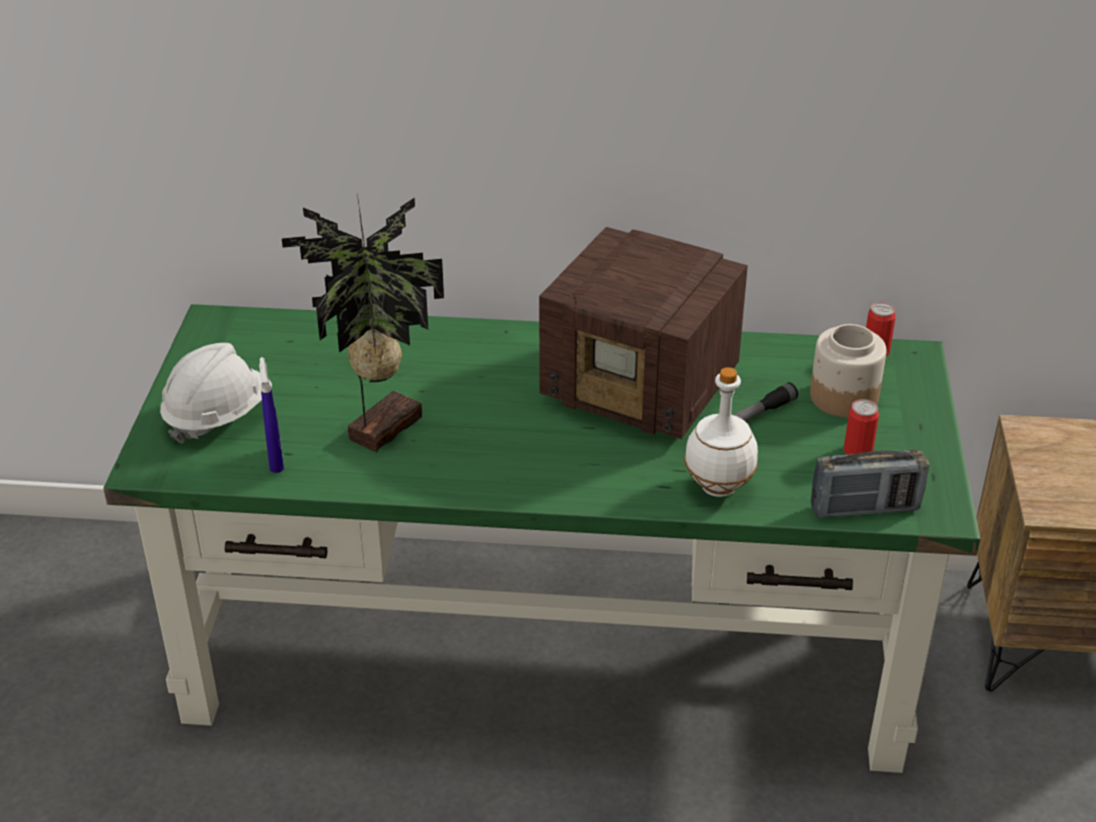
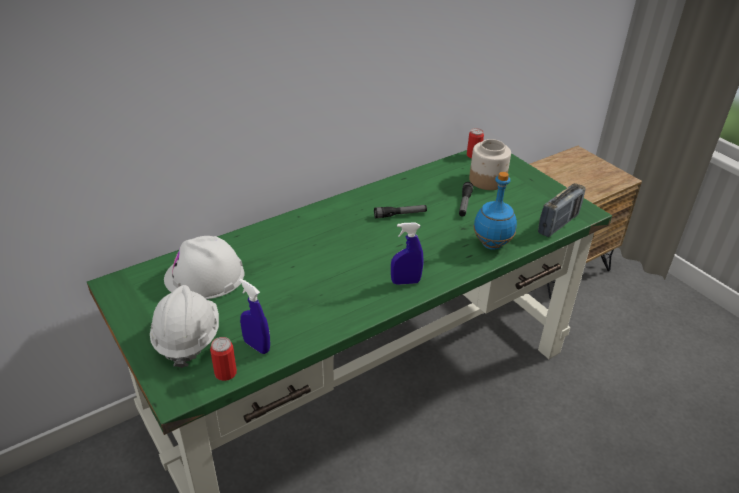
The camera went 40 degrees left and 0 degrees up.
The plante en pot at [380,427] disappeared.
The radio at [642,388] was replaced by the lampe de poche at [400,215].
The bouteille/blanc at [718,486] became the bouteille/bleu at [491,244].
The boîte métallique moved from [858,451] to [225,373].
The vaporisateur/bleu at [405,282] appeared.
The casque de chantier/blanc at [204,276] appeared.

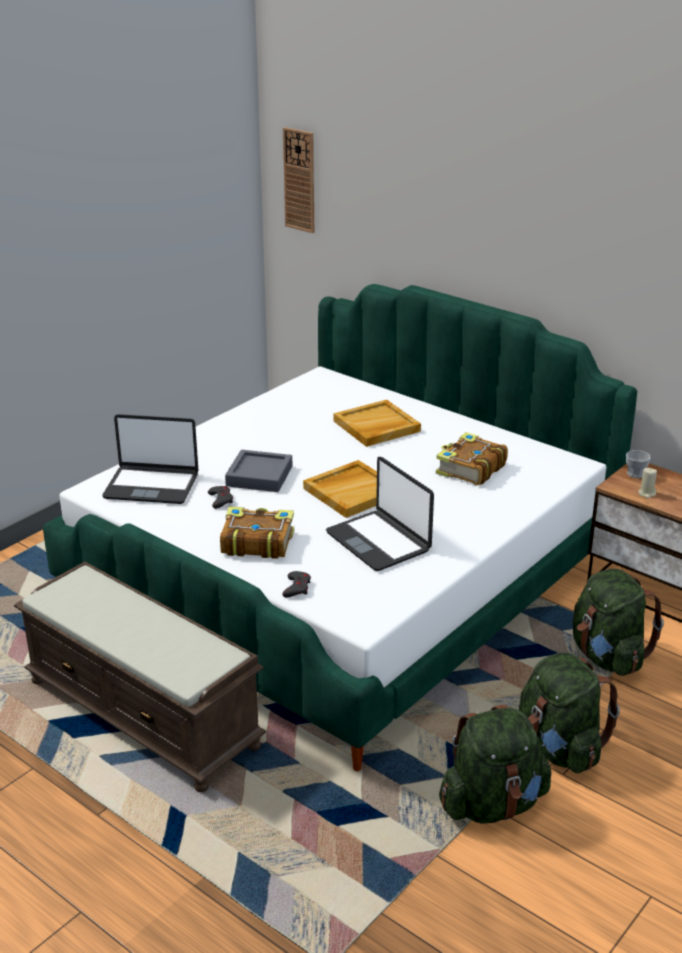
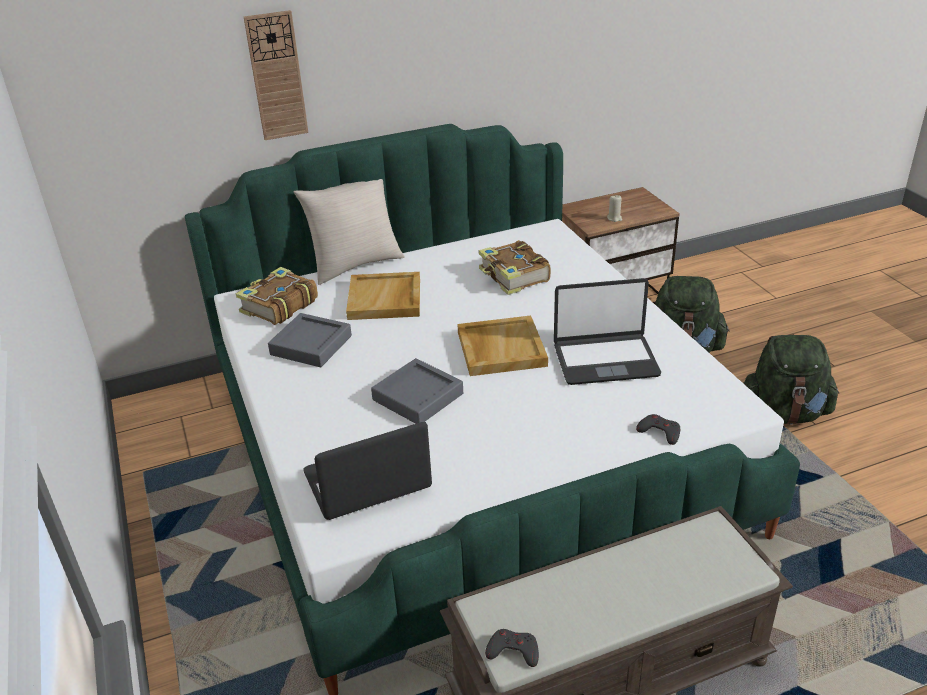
The camera went 60 degrees left and 5 degrees up.
The horloge murale moved from [299,180] to [277,76].
The ordinateur portable at [152,486] turned 150 degrees counterclockwise.
The tasse at [635,474] disappeared.
The manette/gris moved from [220,499] to [513,651].
The livre moved from [256,542] to [278,306].
The sac à dos/vert at [492,804] disappeared.
The coussin/beige at [355,265] appeared.
The plateau/gris at [311,345] appeared.

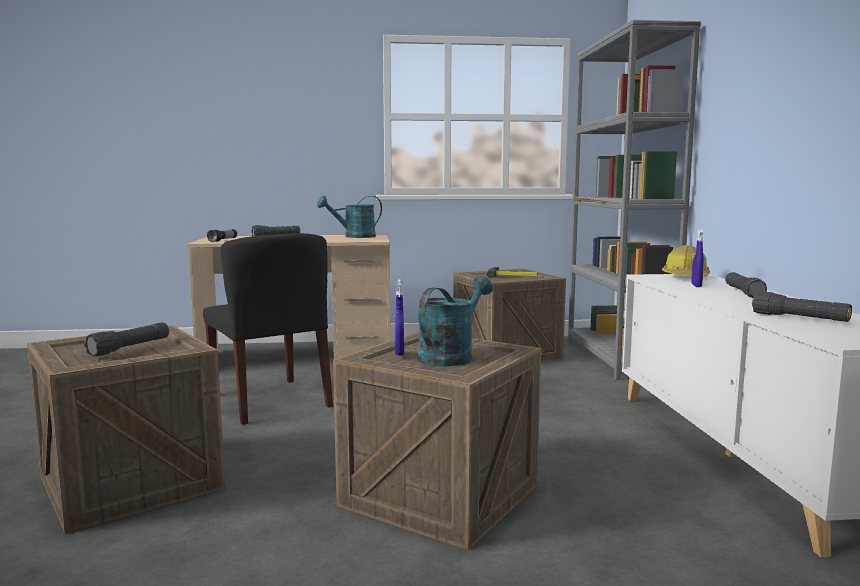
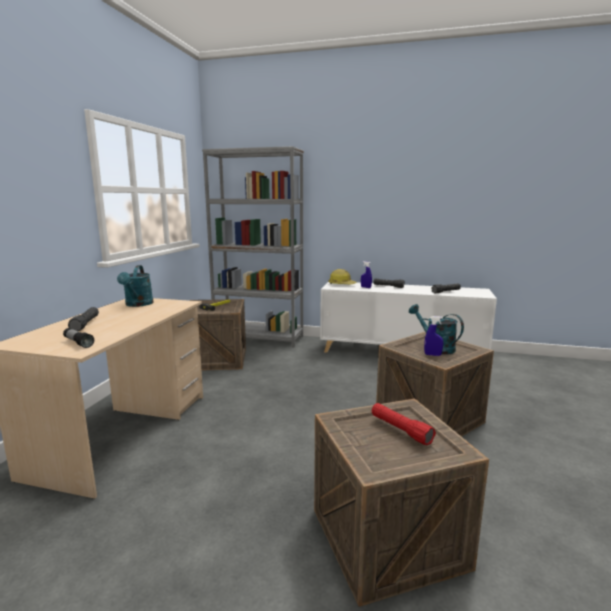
The camera went 70 degrees left and 5 degrees up.
The chaise/noir at [270,400] disappeared.
The lampe de poche/noir at [130,348] became the lampe de poche/rouge at [400,430].

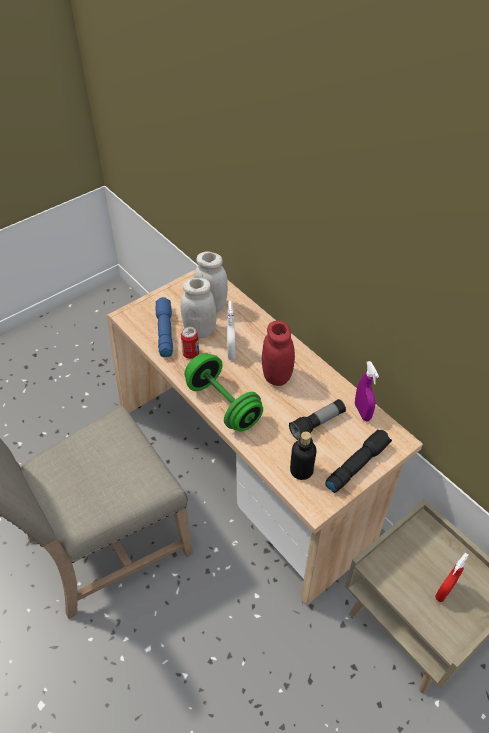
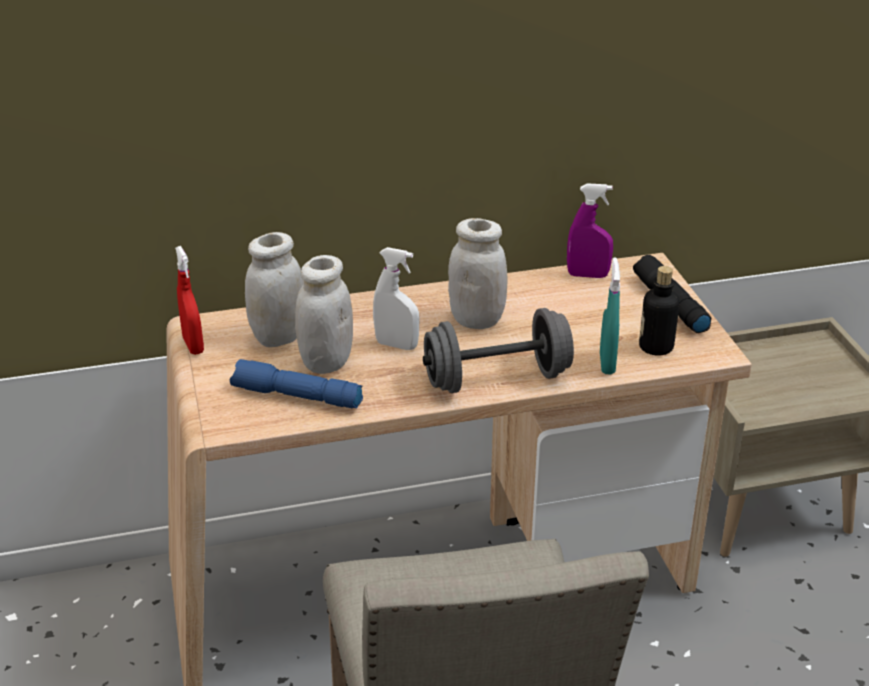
The camera went 65 degrees left and 15 degrees down.
The bocal/rouge at [276,376] became the bocal/blanc at [476,320].
The boîte métallique at [191,353] disappeared.
The haltère/vert at [223,404] became the haltère/gris at [497,379].
The lampe de poche at [317,424] disappeared.
The vaporisateur/rouge moved from [444,591] to [193,345].
The vaporisateur/turquoise at [607,363] appeared.

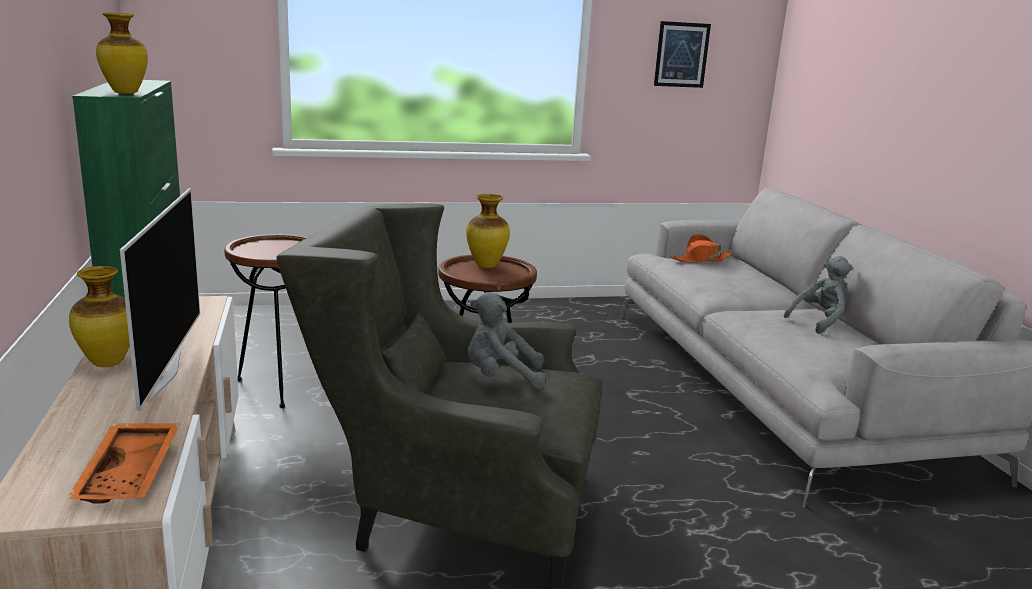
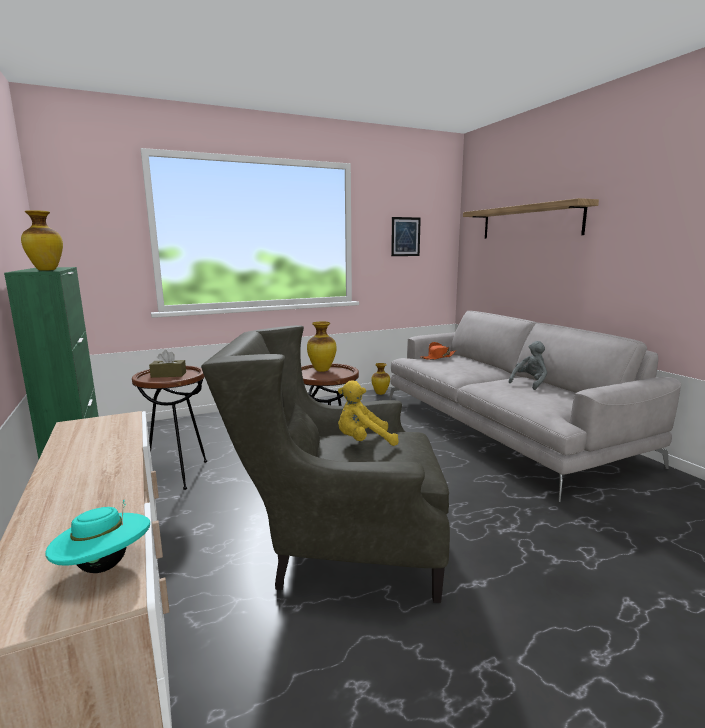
The camera went 10 degrees left and 5 degrees down.
The téléviseur at [163,375] disappeared.
The vase moved from [108,363] to [381,393].
The peluche/gris at [501,378] became the peluche/jaune at [363,442].
The plateau/orange at [131,474] was replaced by the chapeau/turquoise at [105,566].
The étagère at [529,222] appeared.
The boîte à mouchoirs/marron at [168,375] appeared.

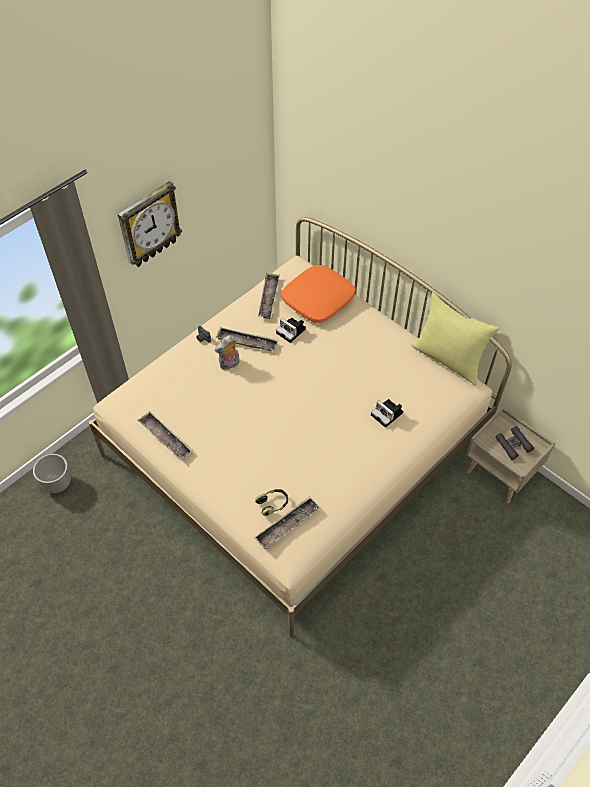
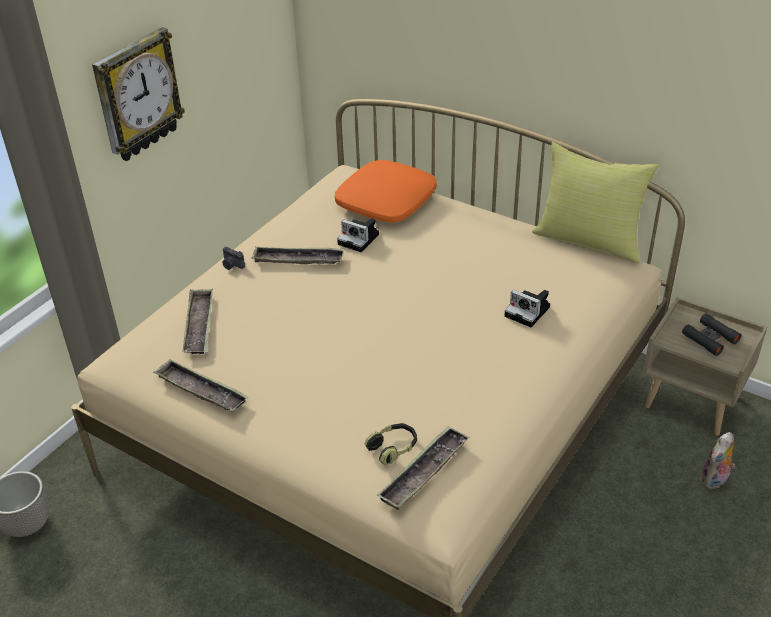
The camera went 10 degrees left and 15 degrees down.
The plateau moved from [269,298] to [199,325].
The peluche moved from [229,365] to [715,481].

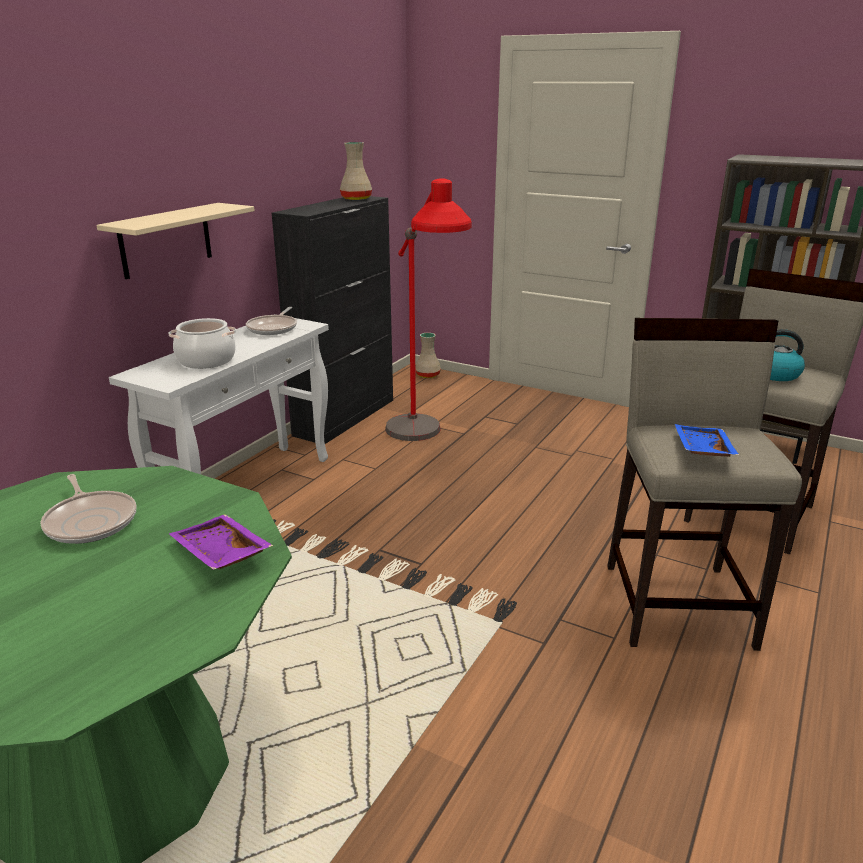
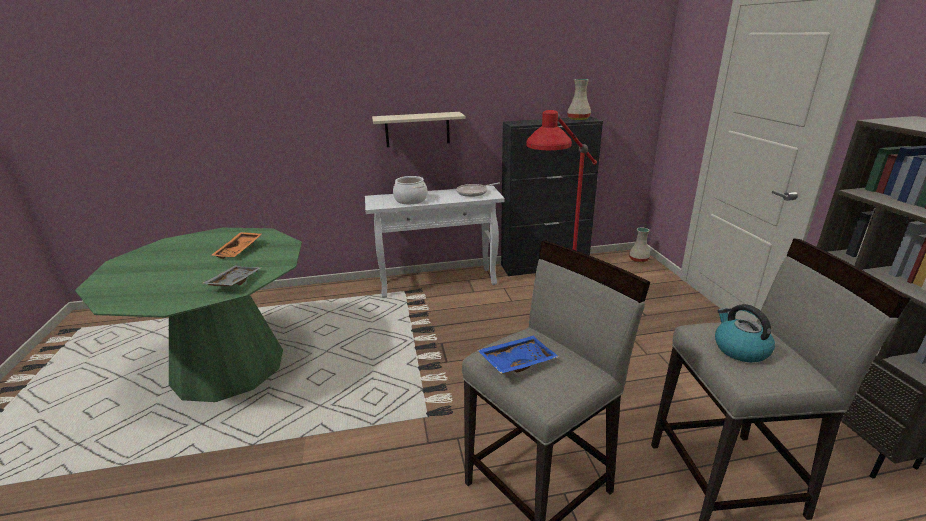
The camera went 50 degrees right and 0 degrees up.
The poêle at [91,521] was replaced by the plateau/orange at [240,250].
The plateau/violet at [219,554] became the plateau/gris at [234,282].

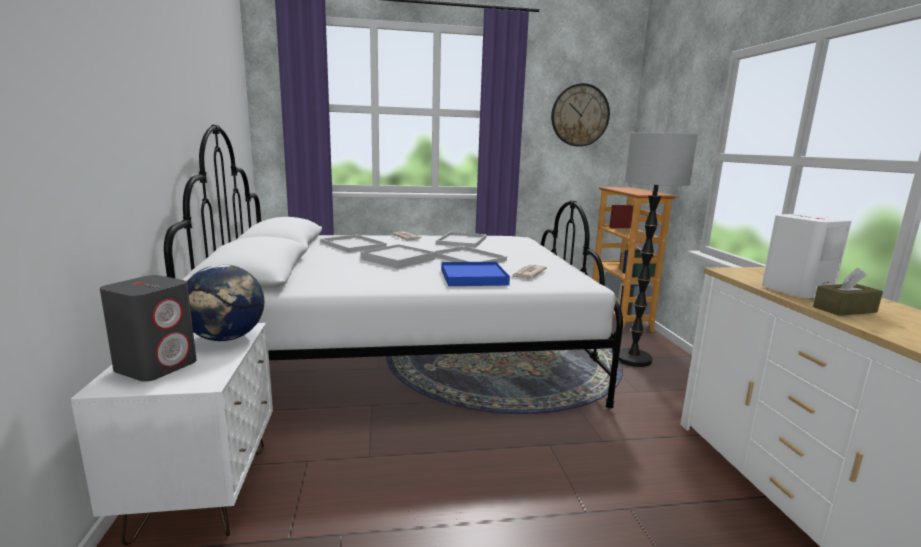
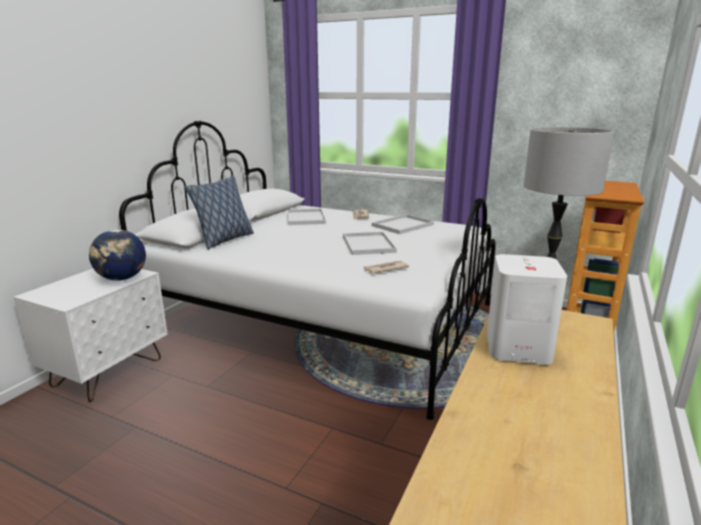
The camera went 35 degrees right and 5 degrees up.
The horloge murale at [580,115] disappeared.
The plateau/blanc at [398,259] disappeared.
The plateau/bleu at [473,277] disappeared.
The boîte à mouchoirs/marron at [844,309] disappeared.
The enceinte/gris at [157,366] disappeared.
The coussin at [224,240] appeared.

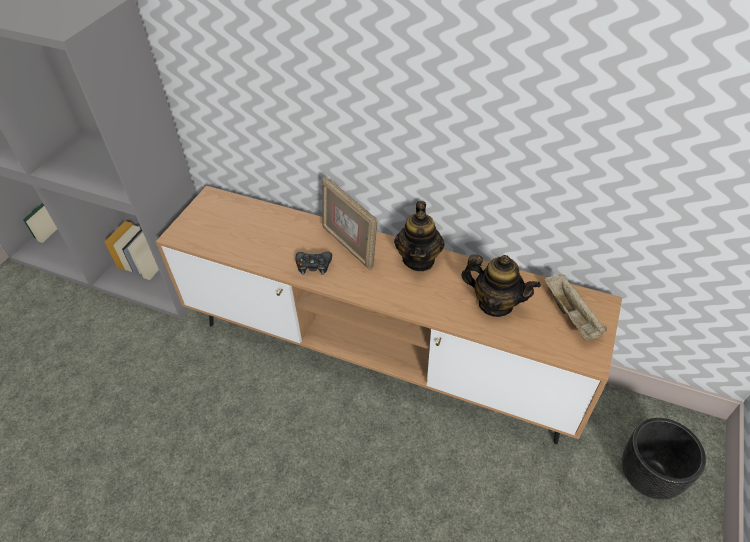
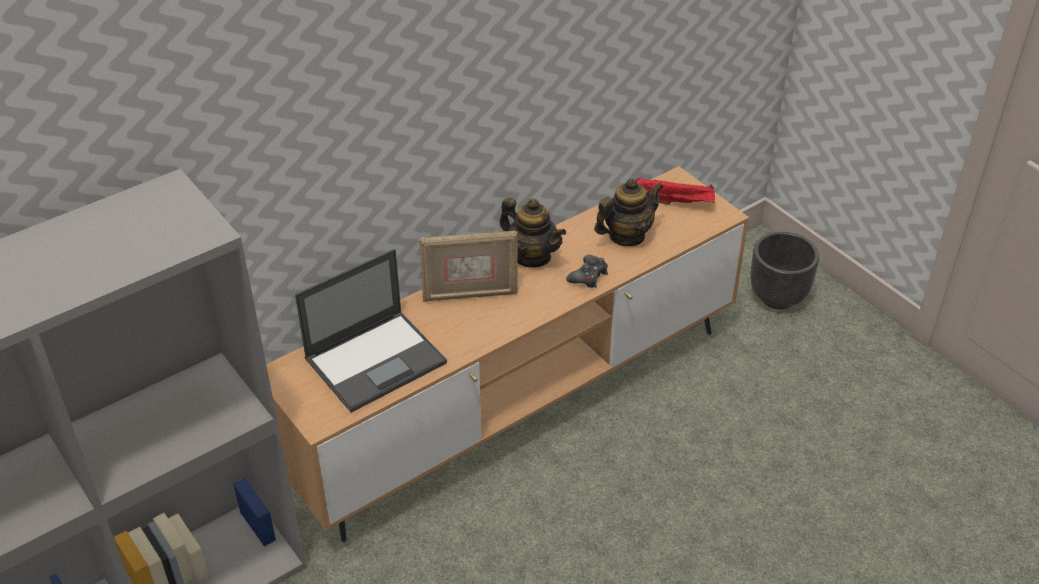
The camera went 60 degrees left and 5 degrees down.
The manette/noir moved from [313,265] to [588,276].
The plateau/beige at [571,315] became the plateau/rouge at [675,201].
The ordinateur portable at [377,360] appeared.

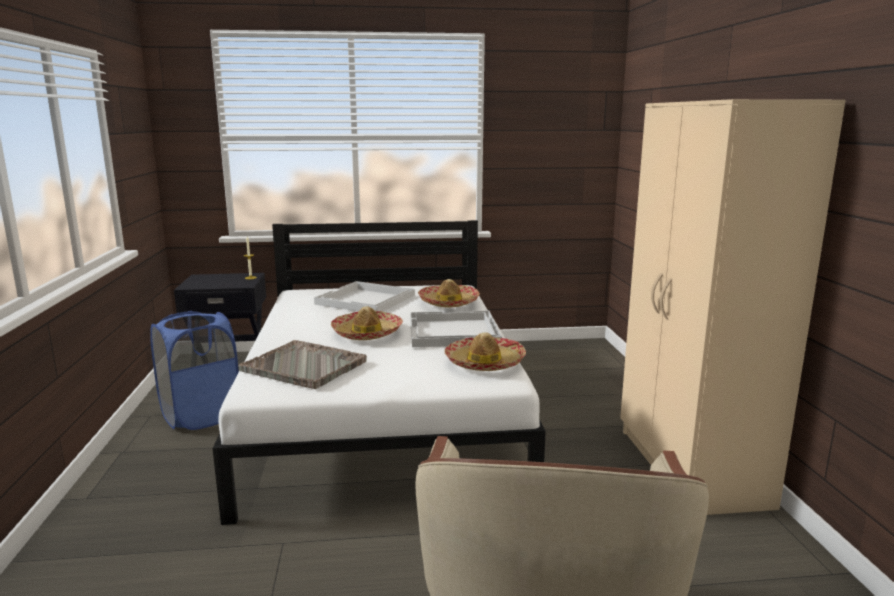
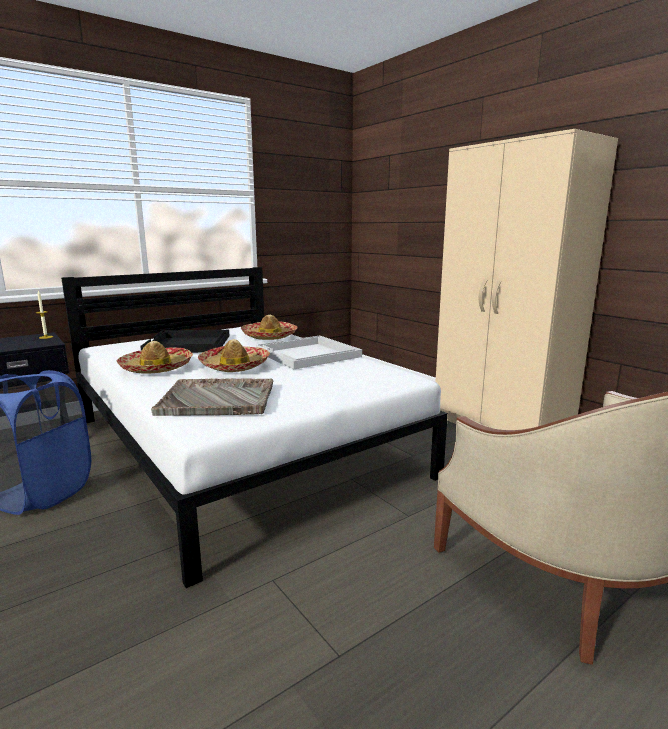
The camera went 30 degrees left and 0 degrees up.
The plateau/blanc at [366,300] became the plateau/noir at [189,344].
The chapeau moved from [484,363] to [156,368].

